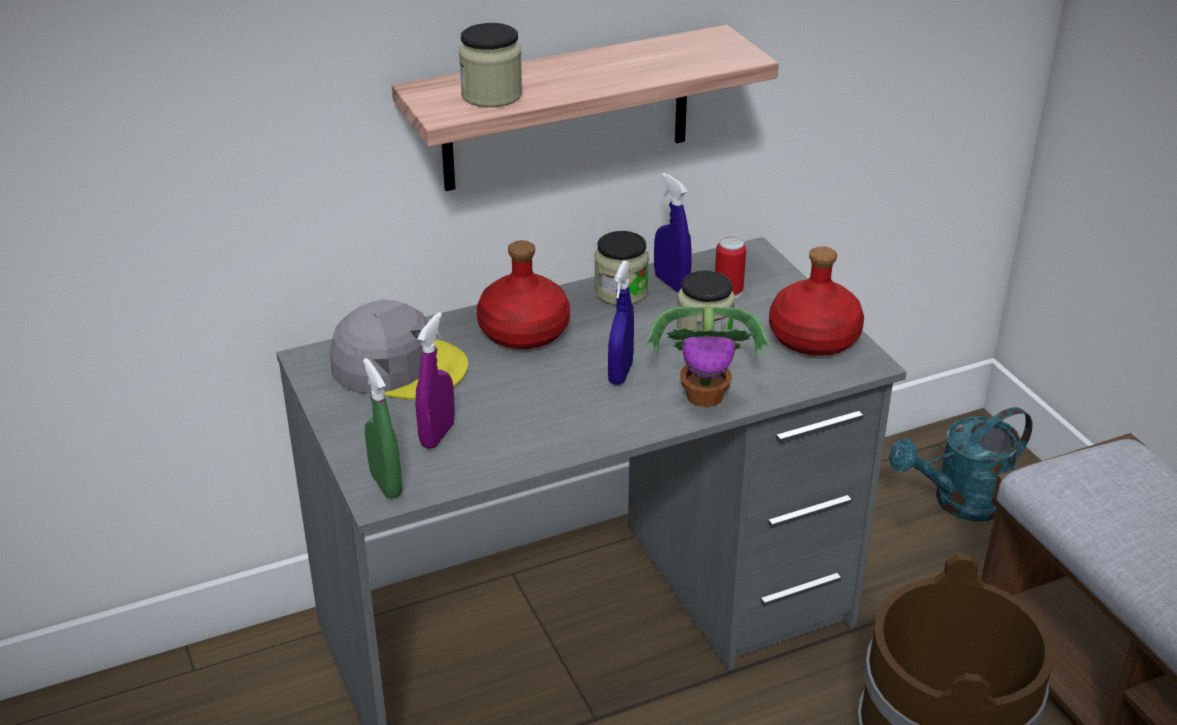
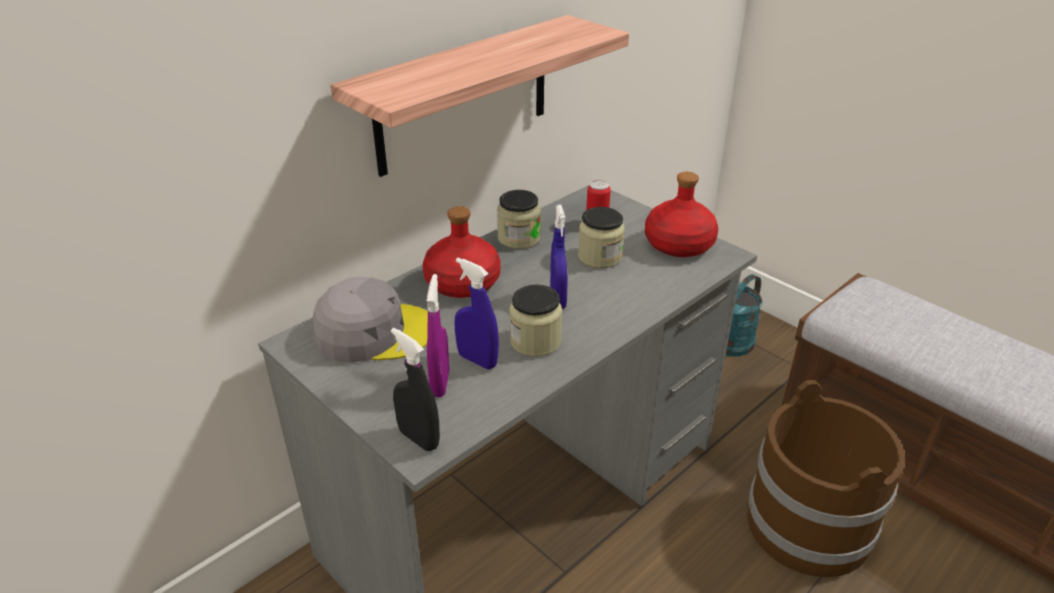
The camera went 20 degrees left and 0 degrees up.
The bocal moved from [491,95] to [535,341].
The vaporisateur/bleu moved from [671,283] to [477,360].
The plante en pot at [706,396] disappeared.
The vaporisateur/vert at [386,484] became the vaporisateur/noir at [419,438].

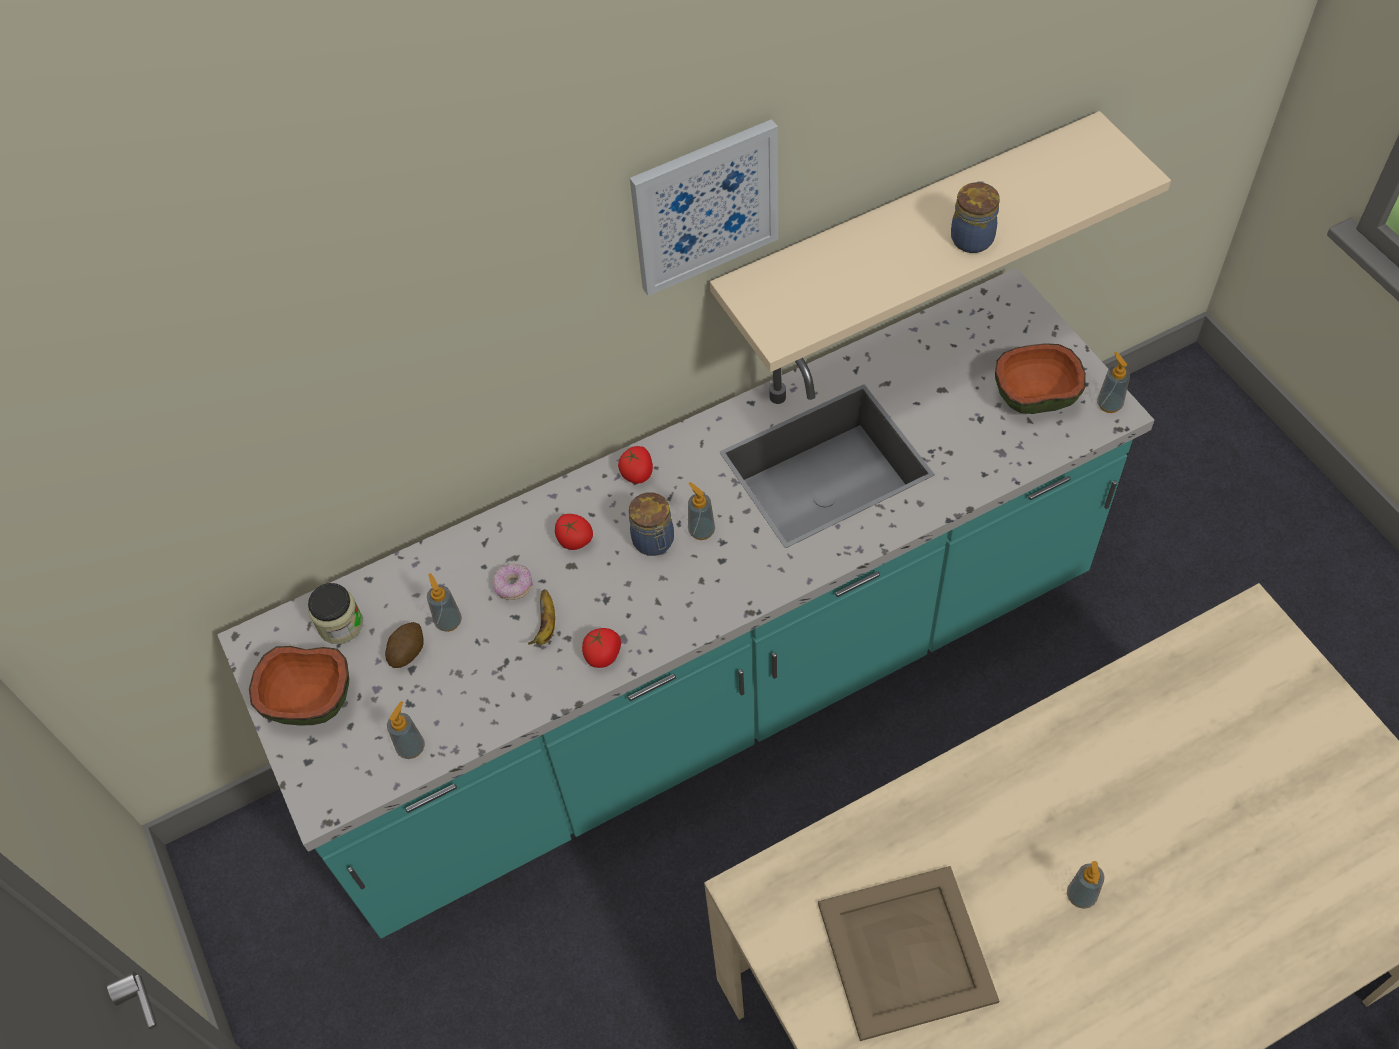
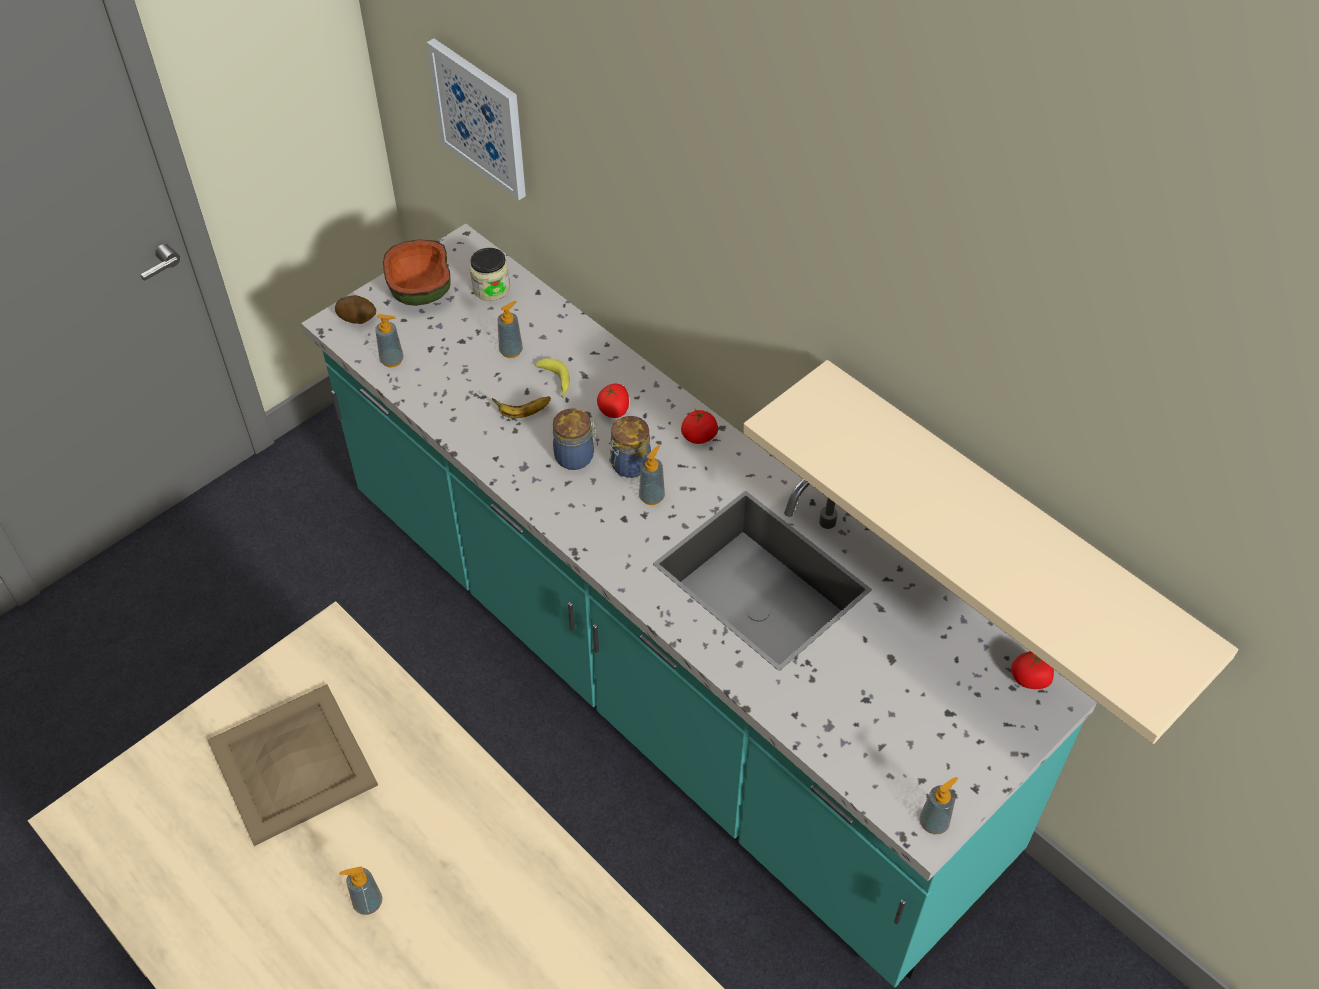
The camera went 70 degrees right and 5 degrees down.
The tableau moved from [705,206] to [480,118].
The bocal moved from [972,237] to [576,457].
The bol at [1034,397] disappeared.
The beignet at [513,586] was replaced by the banane at [555,382].
The pomme de terre moved from [407,651] to [357,318].
The tomate moved from [603,655] to [1030,679].

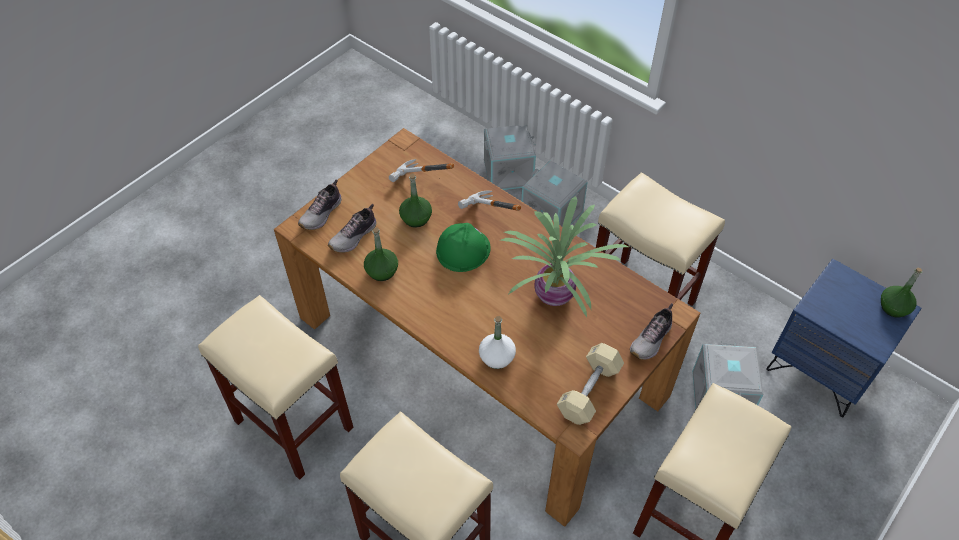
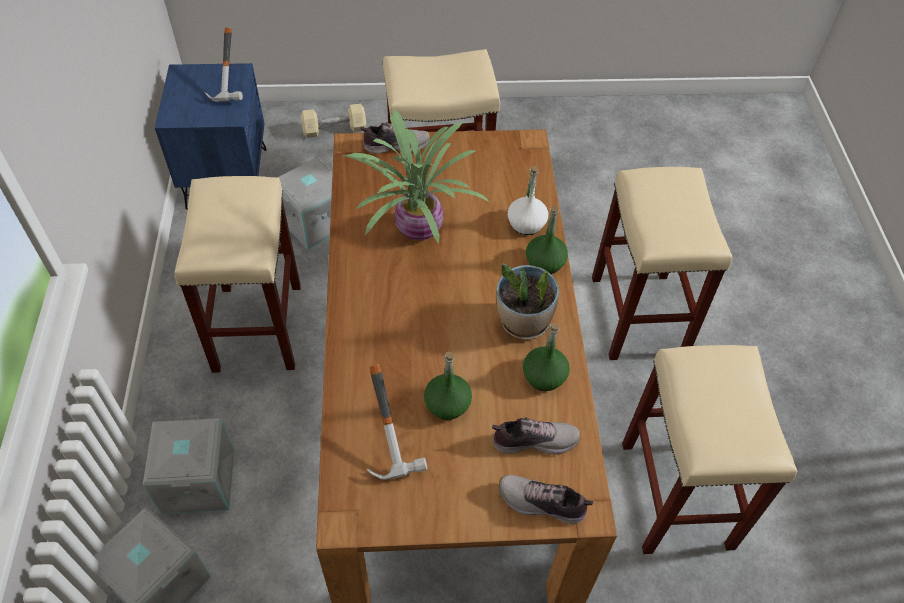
The camera went 135 degrees left and 0 degrees up.
The chaussure at [322,214] turned 150 degrees counterclockwise.
The marteau moved from [487,219] to [234,86].
The casque de chantier/vert at [463,249] disappeared.
The bouteille/vert moved from [893,307] to [545,263].
The haltère/beige moved from [589,391] to [334,129].
The plante en pot at [523,322] appeared.

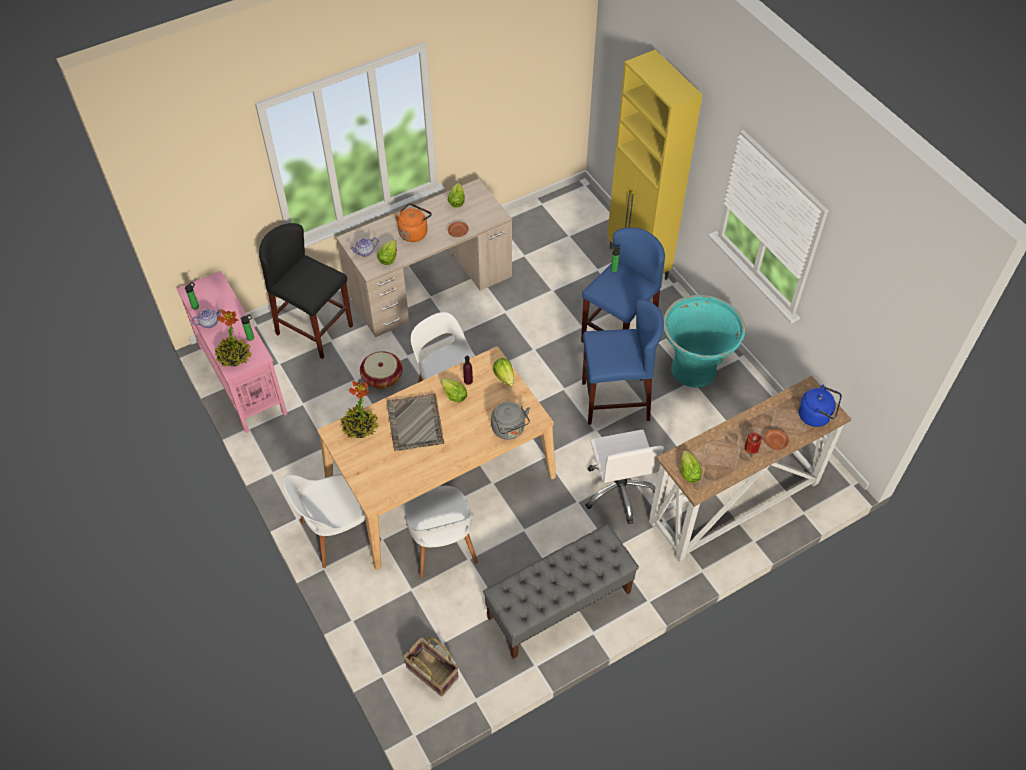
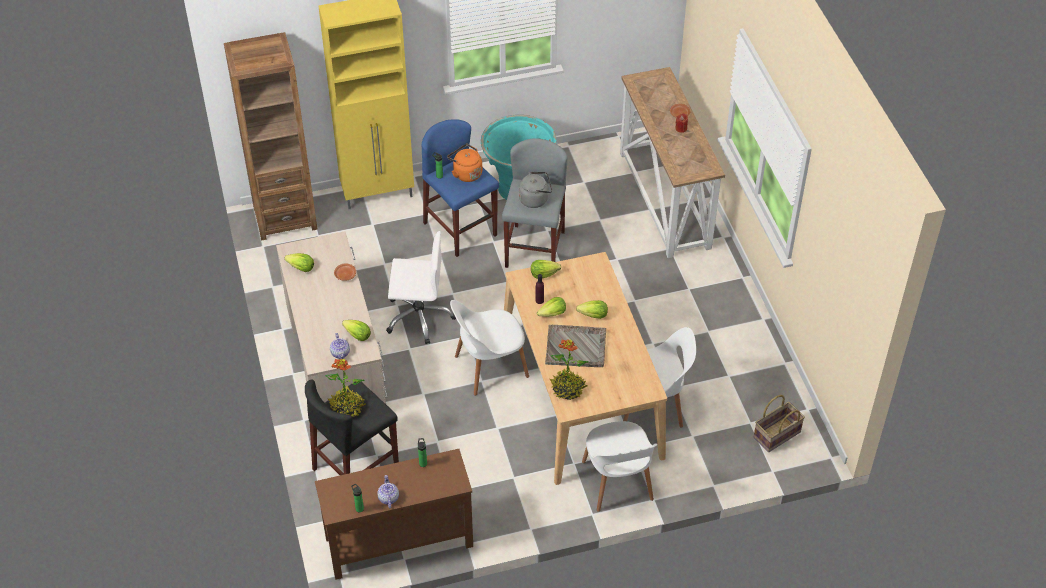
The camera went 75 degrees left and 5 degrees down.
The bouilloire/orange moved from [414,232] to [466,173].
The table console/rose at [242,378] became the table console/marron at [398,542].
The tabouret/bleu at [615,401] became the tabouret/gris at [534,249].
The plante en pot moved from [234,357] to [347,408].
The panier at [382,377] disappeared.
The bouilloire/bleu at [816,416] disappeared.
The bouilloire/gris moved from [509,430] to [535,199].
The chaise de bureau/blanc moved from [620,490] to [419,316].
The laitue moved from [688,473] to [593,315].
The banc/gris at [559,605] disappeared.
The bibliothèque/marron at [285,218] appeared.

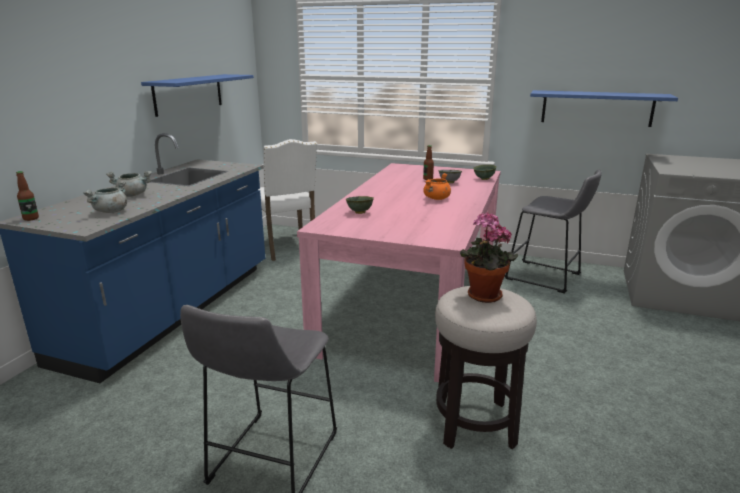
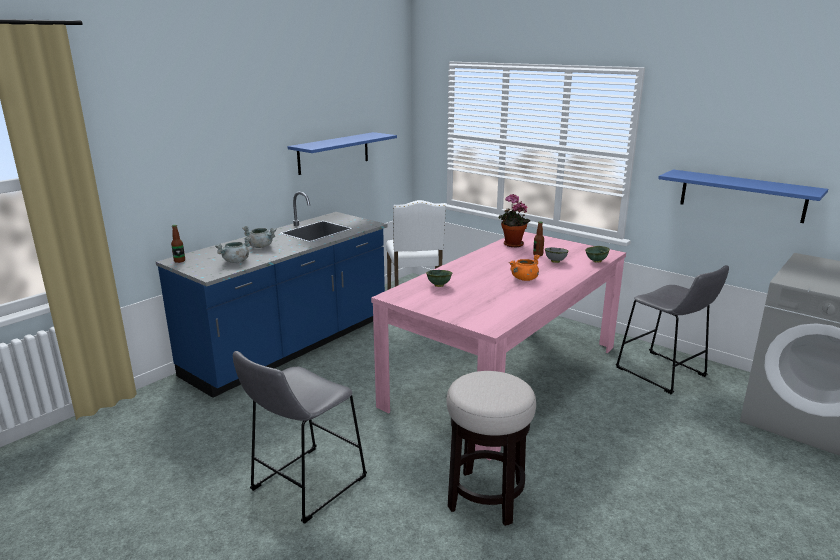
The camera went 20 degrees right and 0 degrees up.
The plante en pot moved from [482,297] to [511,245].

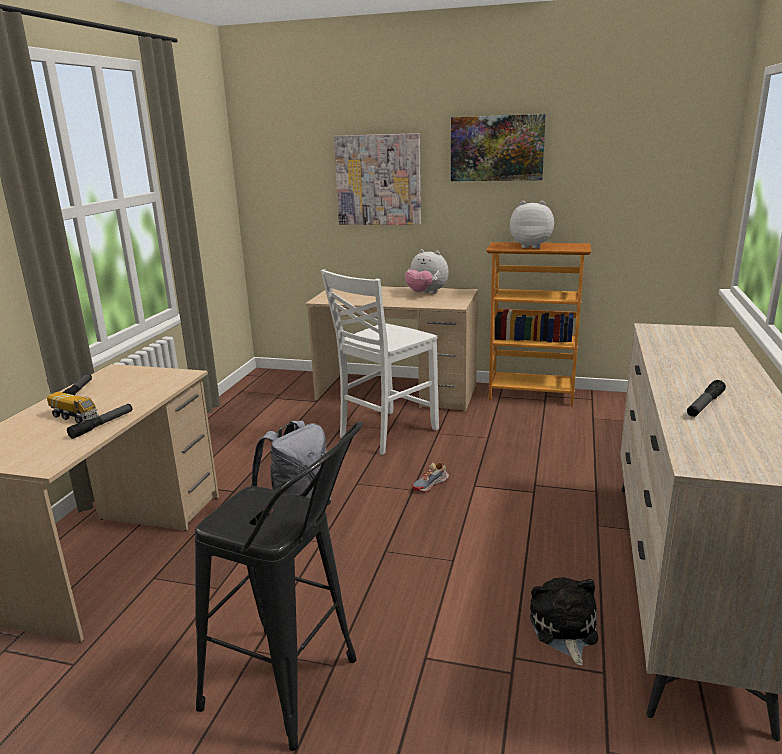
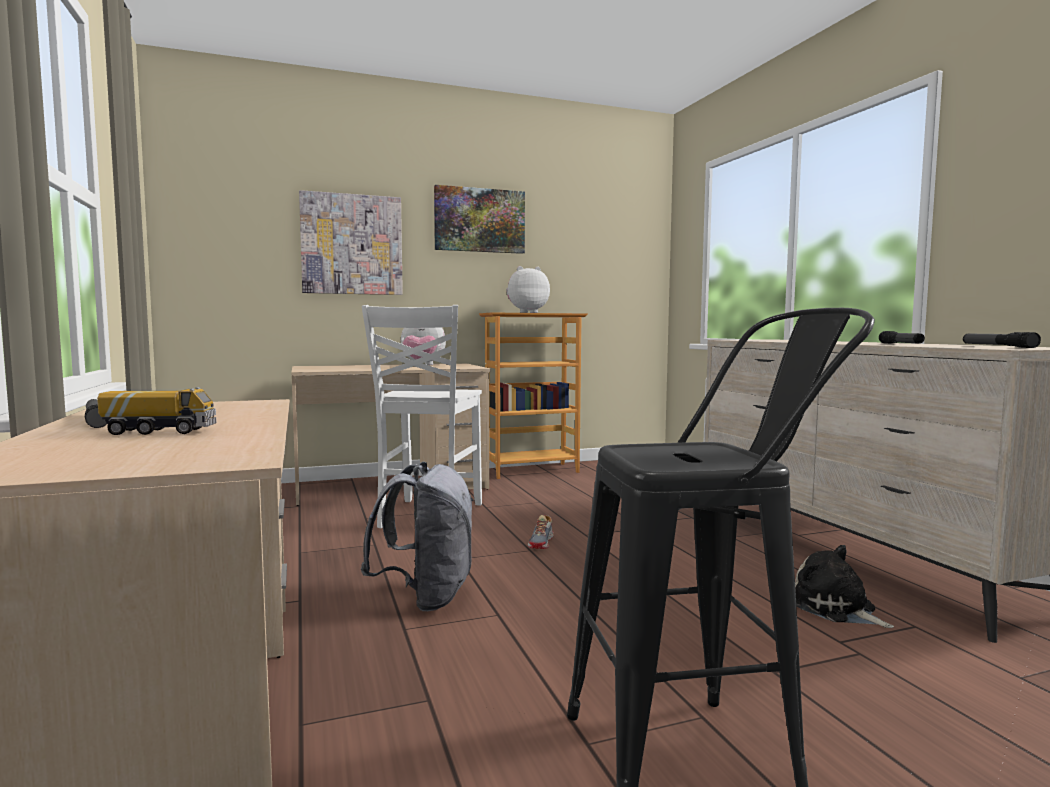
The camera went 35 degrees left and 15 degrees down.
The lampe de poche moved from [102,425] to [997,346].

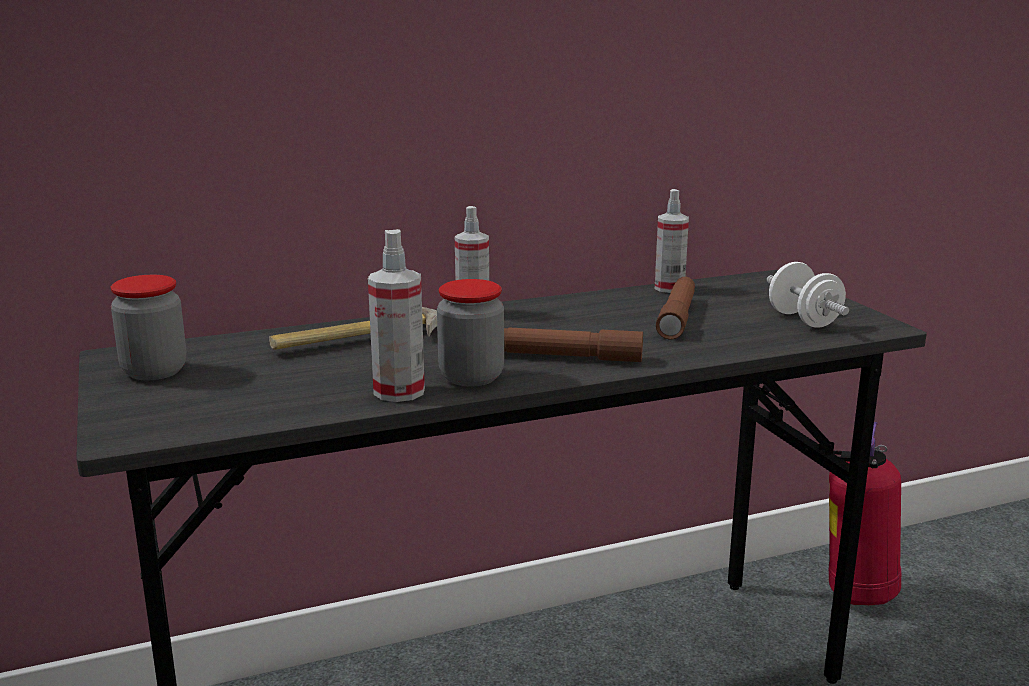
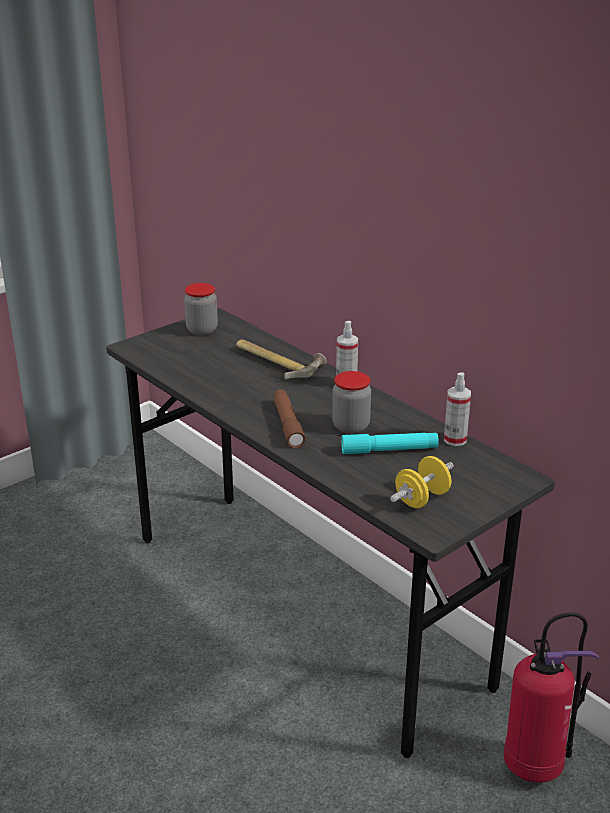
The camera went 70 degrees right and 10 degrees up.
The vaporisateur at [399,391] disappeared.
The haltère/blanc at [804,320] became the haltère/jaune at [422,499].
The lampe de poche/marron at [677,317] became the lampe de poche/turquoise at [389,450].
The bocal moved from [471,377] to [351,426].

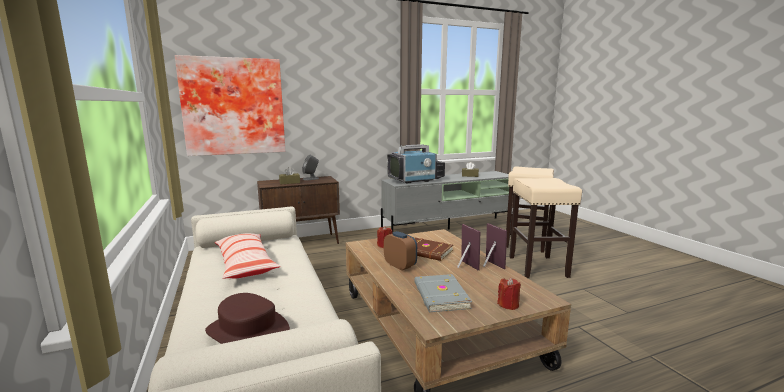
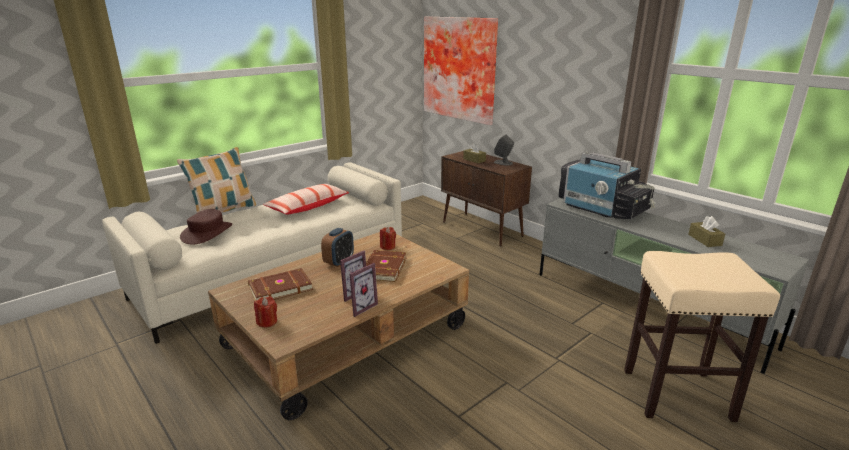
The camera went 70 degrees right and 10 degrees up.
The tabouret/beige at [537,266] disappeared.
The livre/gris at [440,296] became the livre/marron at [279,287].
The coussin at [223,211] appeared.

